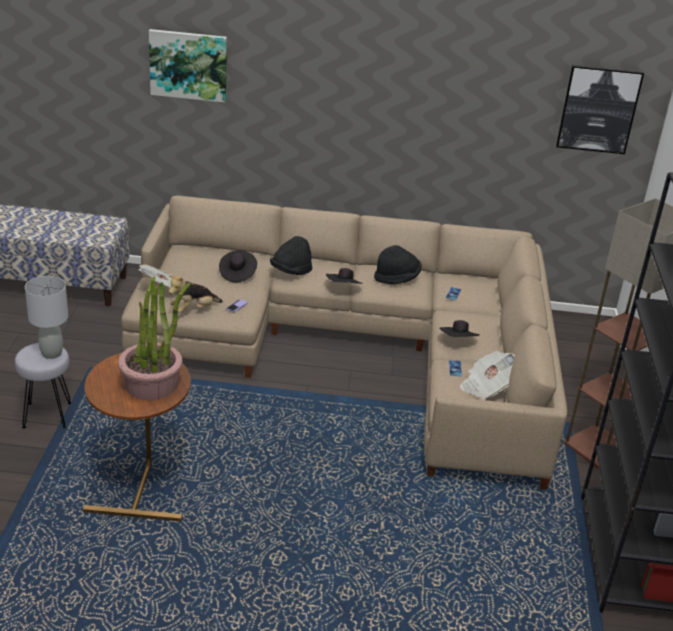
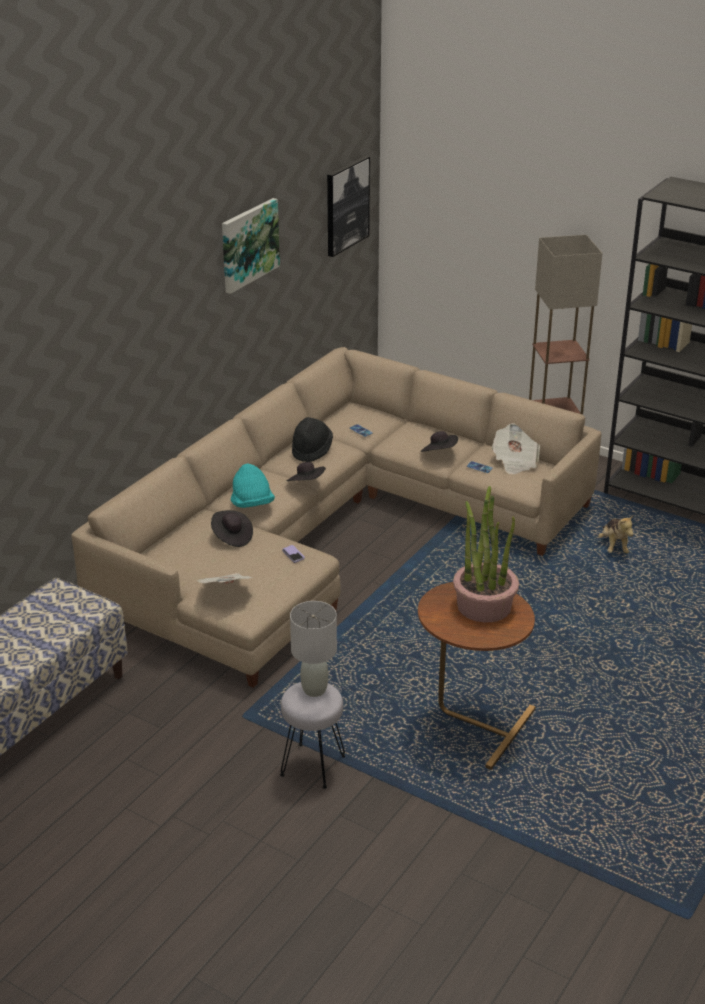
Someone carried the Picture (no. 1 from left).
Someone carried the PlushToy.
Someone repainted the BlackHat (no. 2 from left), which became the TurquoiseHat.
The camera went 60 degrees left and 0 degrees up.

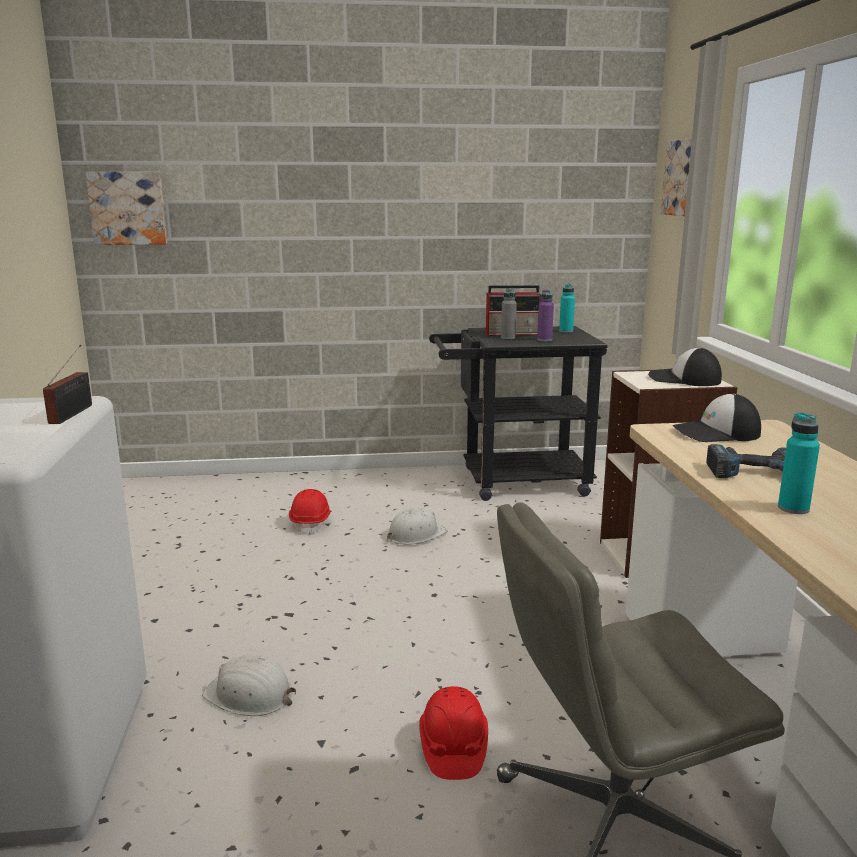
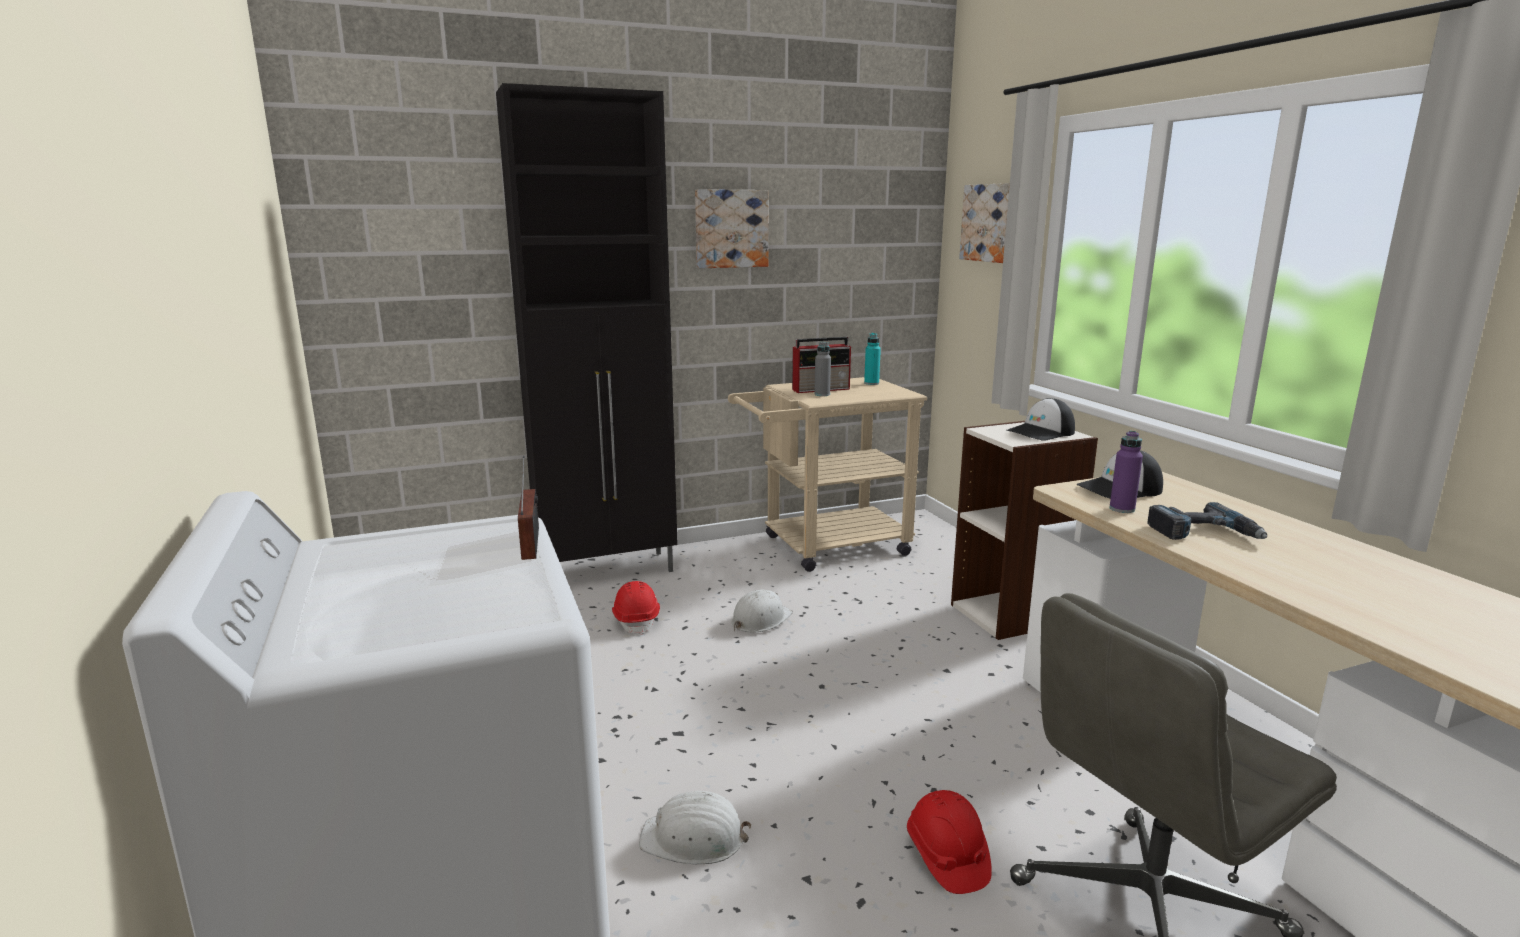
Someone took away the TurquoiseBottle (no. 2 from left).
Someone put down the BlackCabinet.
Someone carried the Picture (no. 1 from left).
Someone carried the PurpleBottle.
Someone repainted the BlackCart, which became the BeigeCart.
Someone rotated the Cap (no. 1 from left) by 45 degrees counterclockwise.
The camera went 15 degrees left and 0 degrees up.

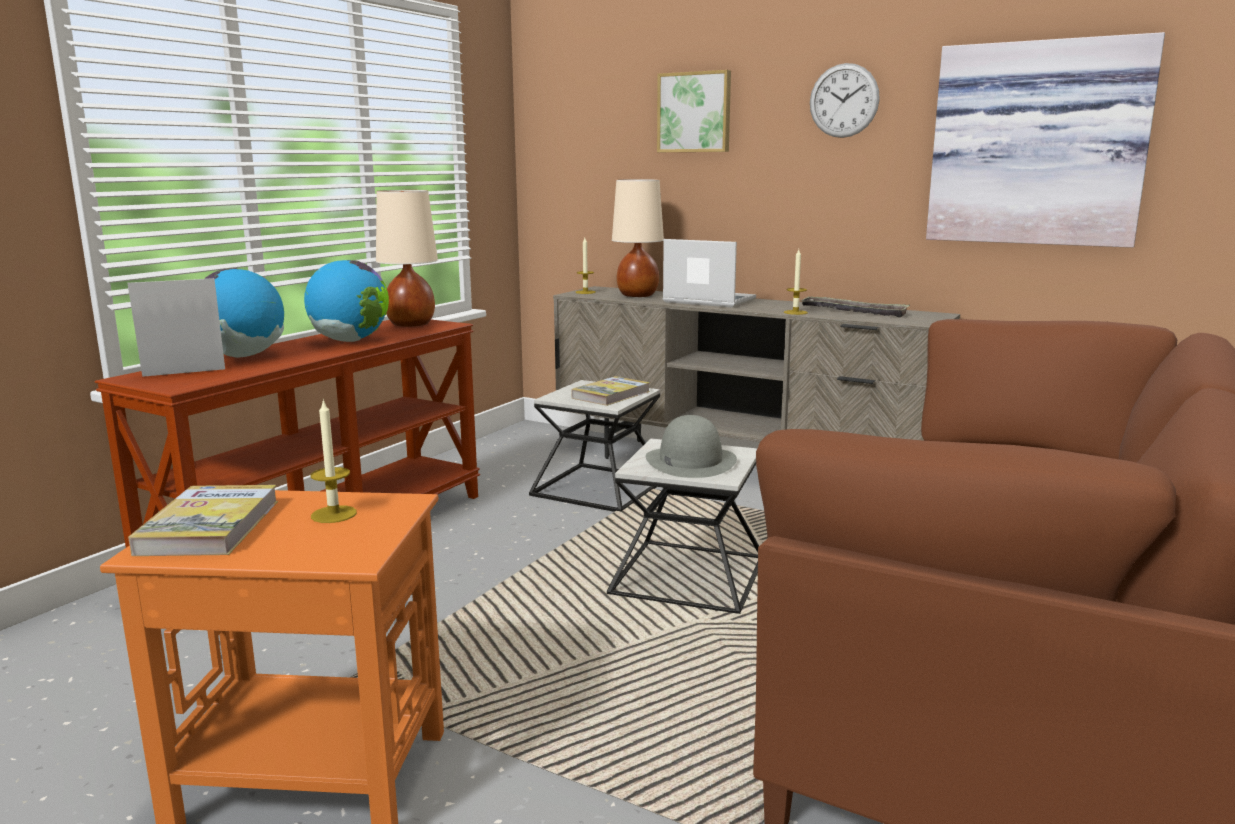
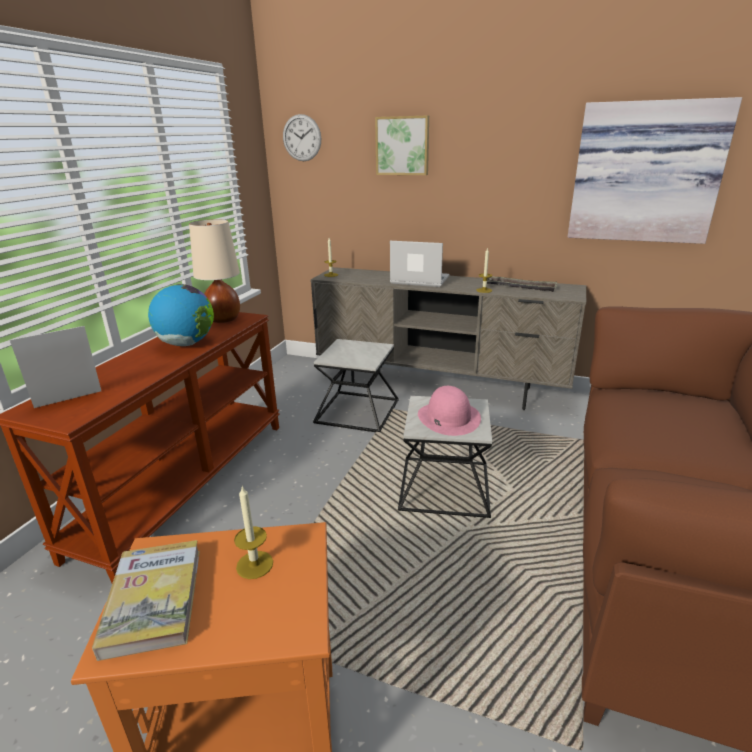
Someone took away the Globe (no. 1 from left).
Someone took away the Book (no. 2 from left).
Someone took away the BeigeTableLamp (no. 2 from left).
Someone carried the WallClock.
Someone repainted the GreyHat, which became the PinkHat.
The camera went 10 degrees left and 10 degrees up.

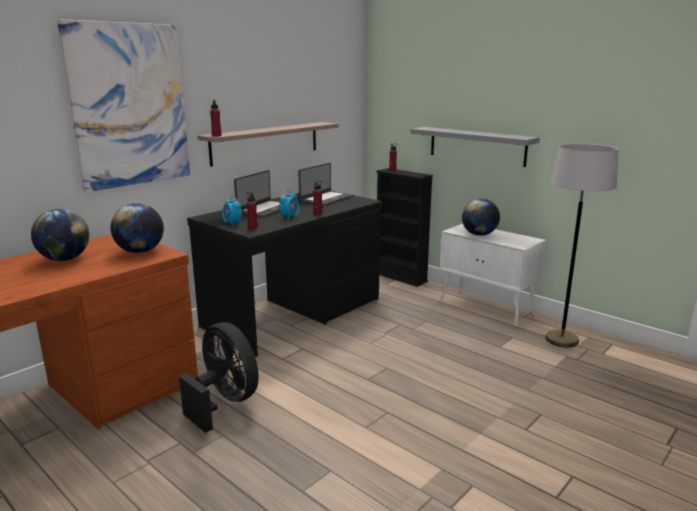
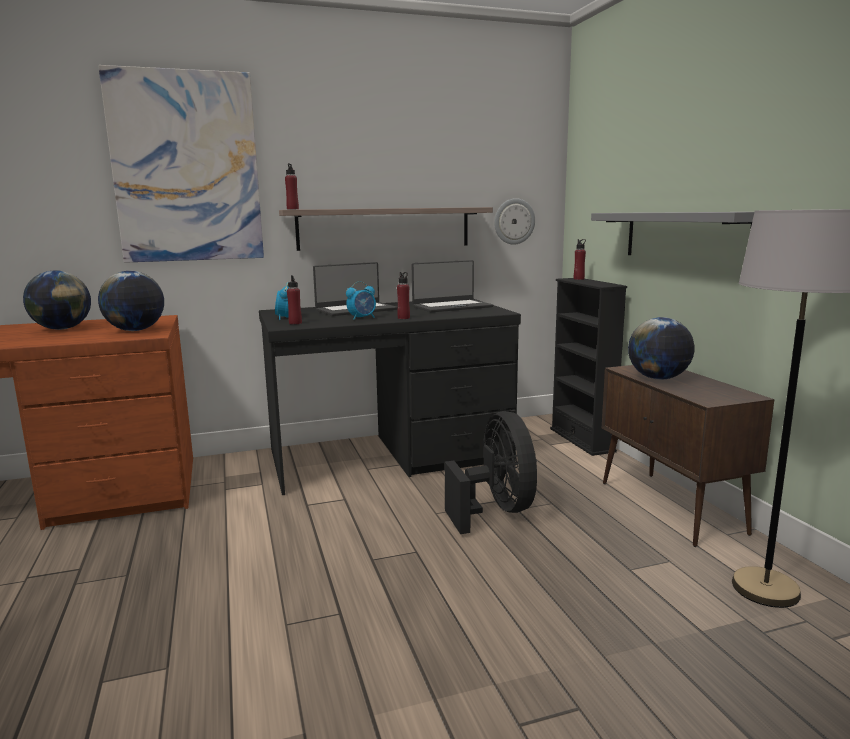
Someone put up the WallClock.
Someone carried the BlackFan.
Someone repainted the WhiteCabinet, which became the BrownCabinet.
The camera went 30 degrees right and 5 degrees down.

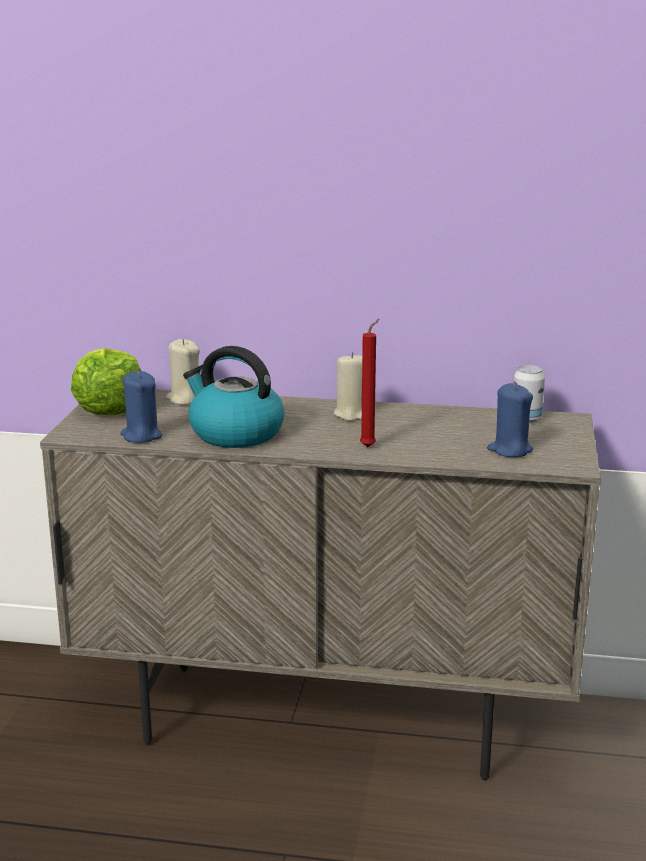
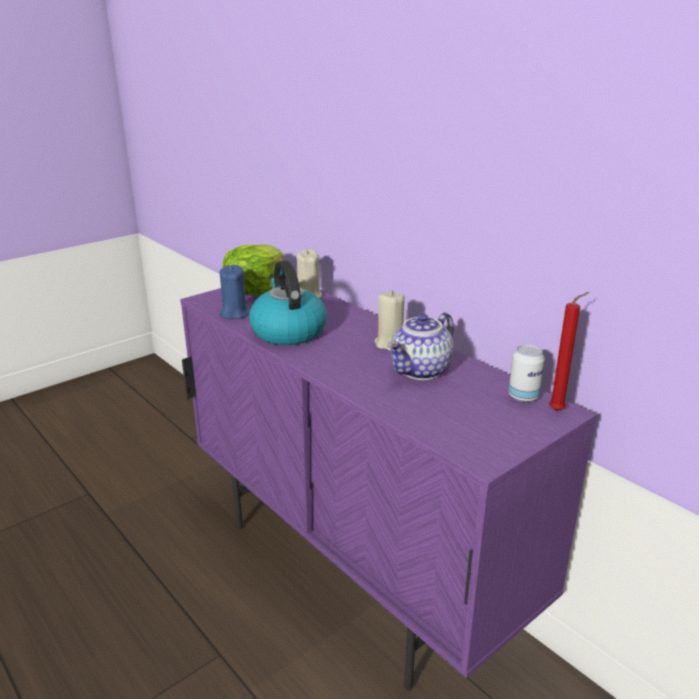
Someone took away the BlueCandle (no. 2 from left).
Someone put down the Teapot.
Someone carried the RedCandle.
Someone repainted the BeigeCabinet, which became the PurpleCabinet.
The camera went 40 degrees right and 5 degrees up.

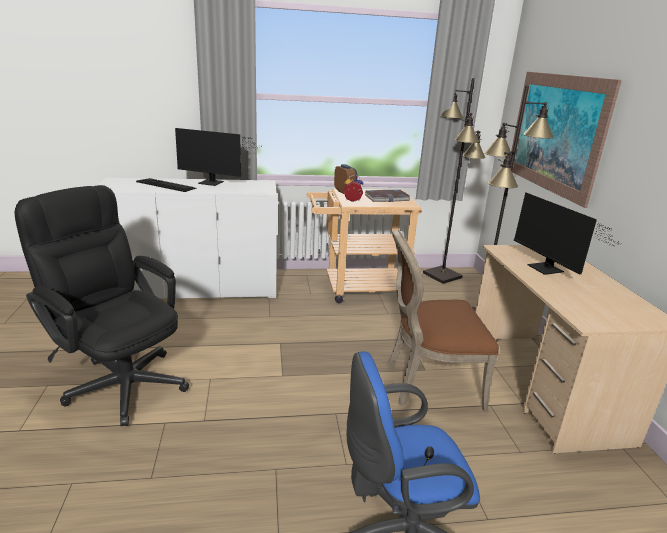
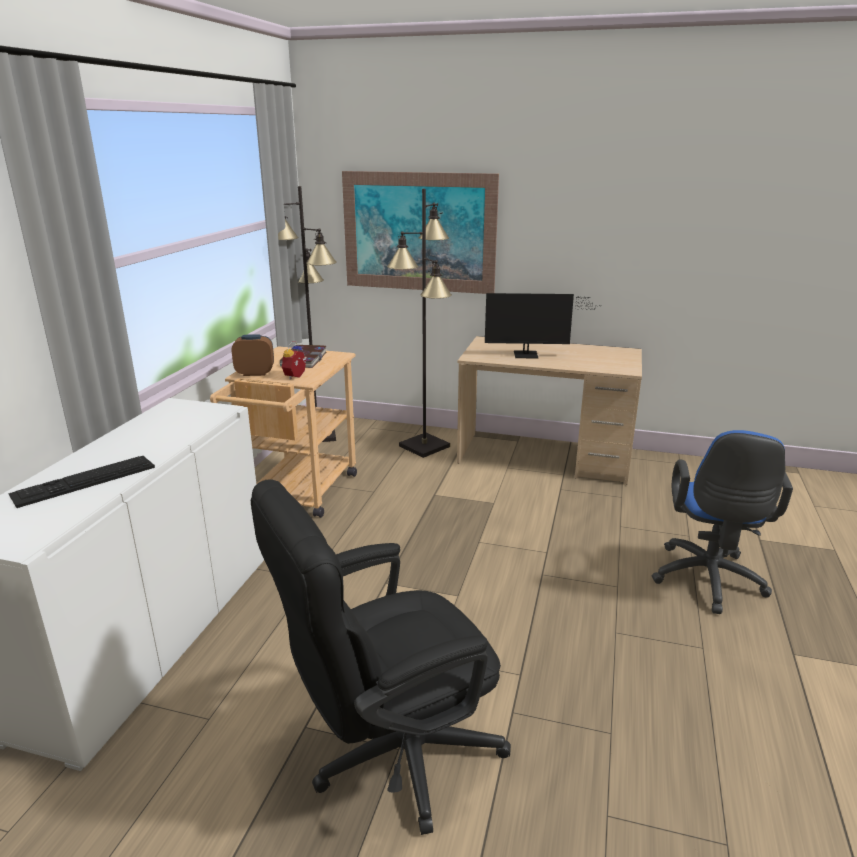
Someone took away the Monitor (no. 1 from left).
Someone took away the BrownChair.
The camera went 65 degrees left and 0 degrees up.

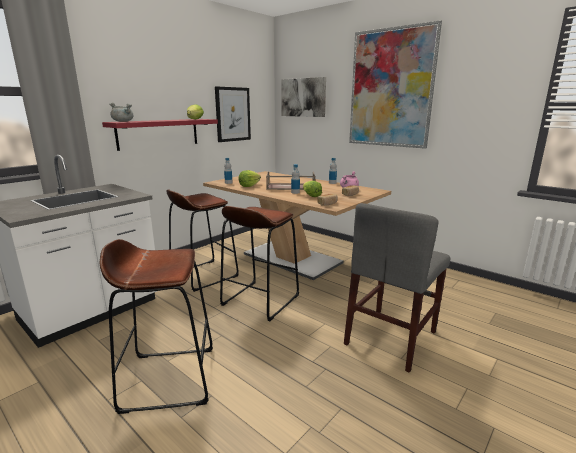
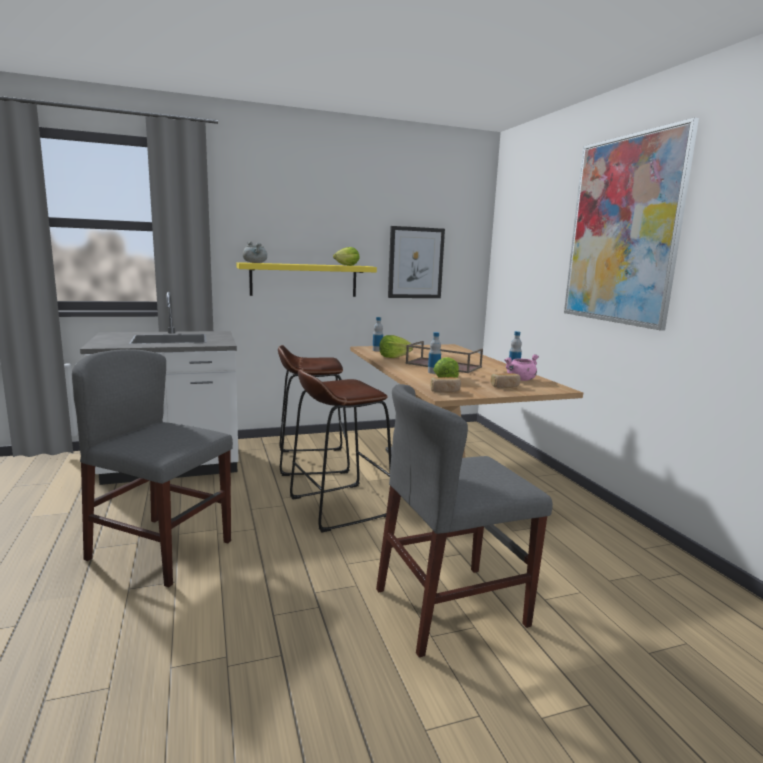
Someone took away the Picture (no. 2 from left).
Someone swapped the BrownStool (no. 1 from left) for the GreyChair (no. 1 from left).
Someone repainted the RedShelf, which became the YellowShelf.
The camera went 30 degrees right and 5 degrees down.

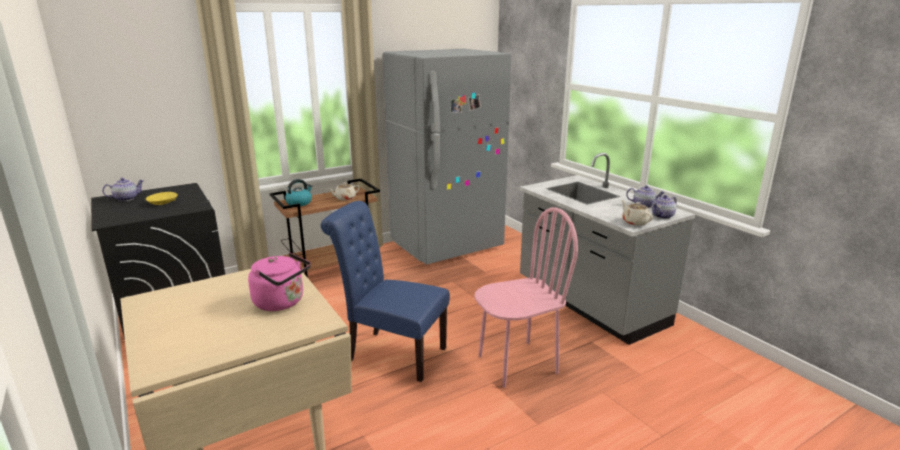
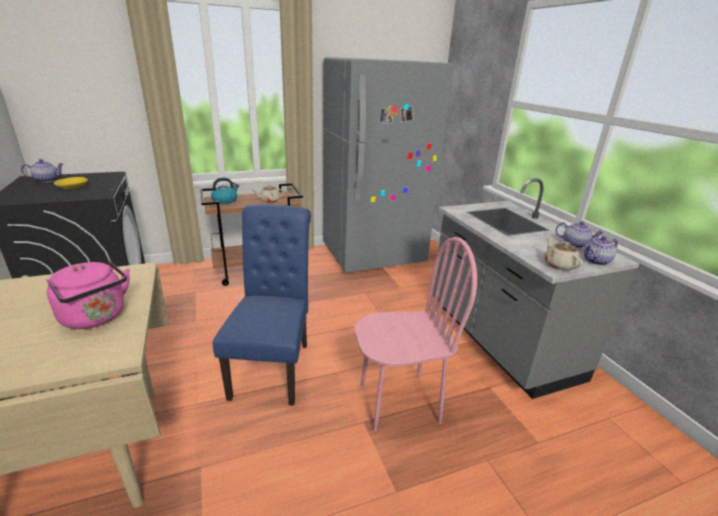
Someone rotated the BlueChair by 60 degrees clockwise.
The camera went 10 degrees right and 5 degrees up.

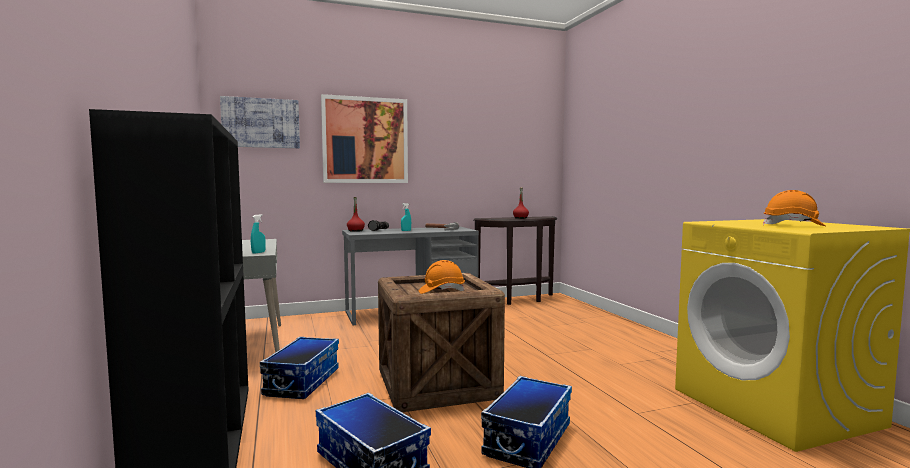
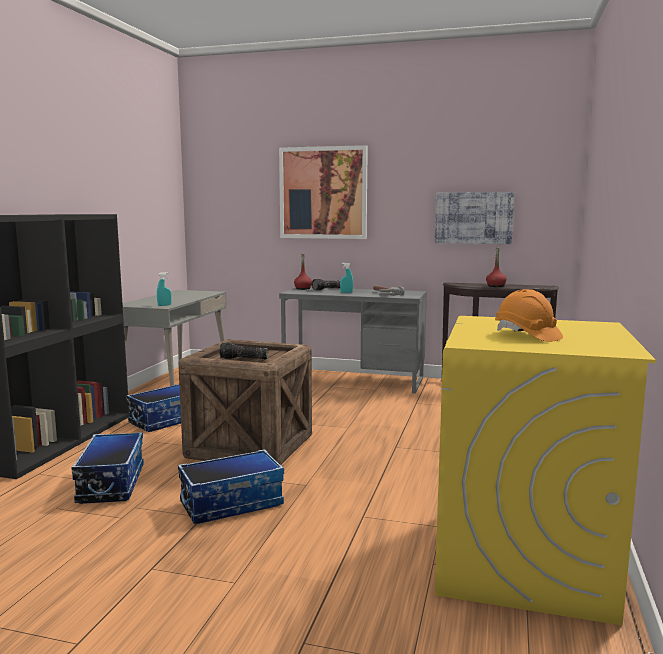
Someone carried the Picture (no. 1 from left in the first image).
Someone swapped the OrangeHardHat (no. 1 from left) for the Flashlight (no. 1 from left).
The camera went 35 degrees right and 5 degrees up.

